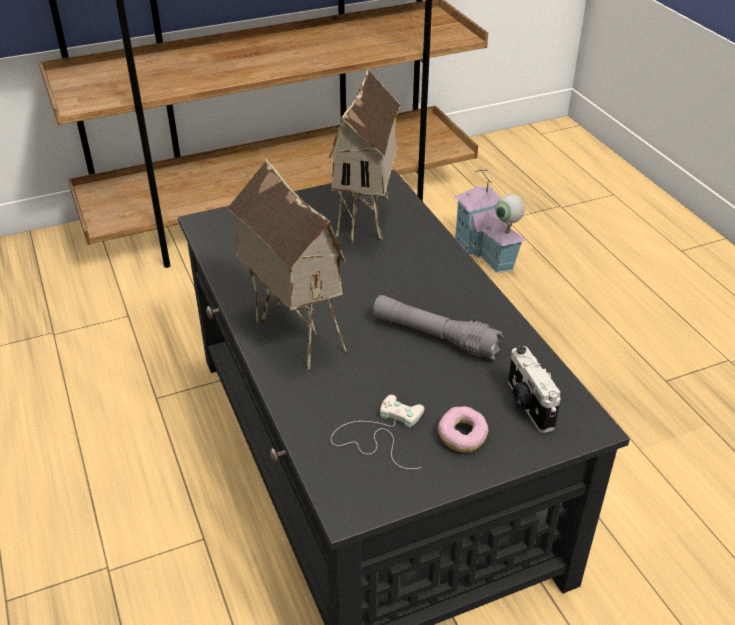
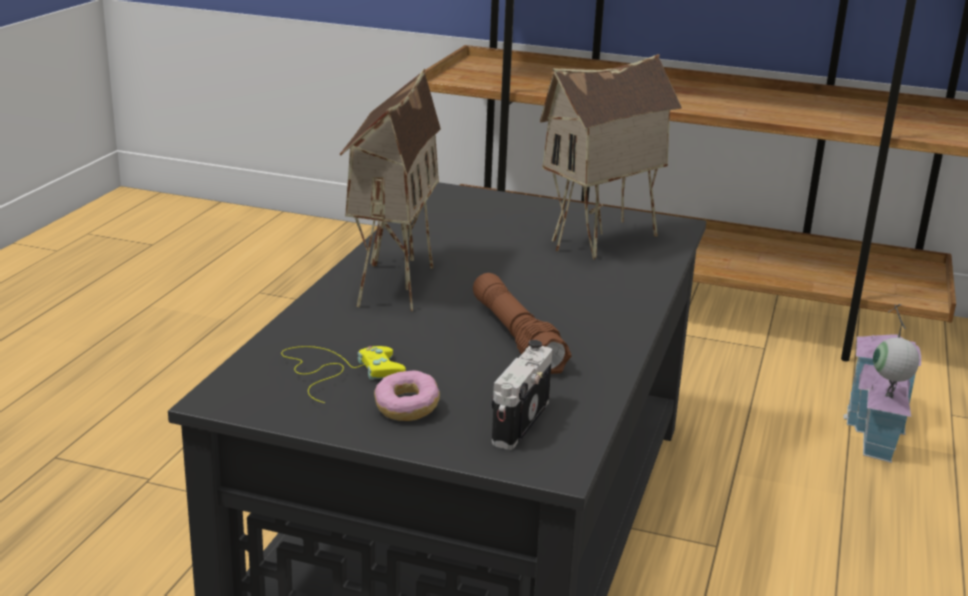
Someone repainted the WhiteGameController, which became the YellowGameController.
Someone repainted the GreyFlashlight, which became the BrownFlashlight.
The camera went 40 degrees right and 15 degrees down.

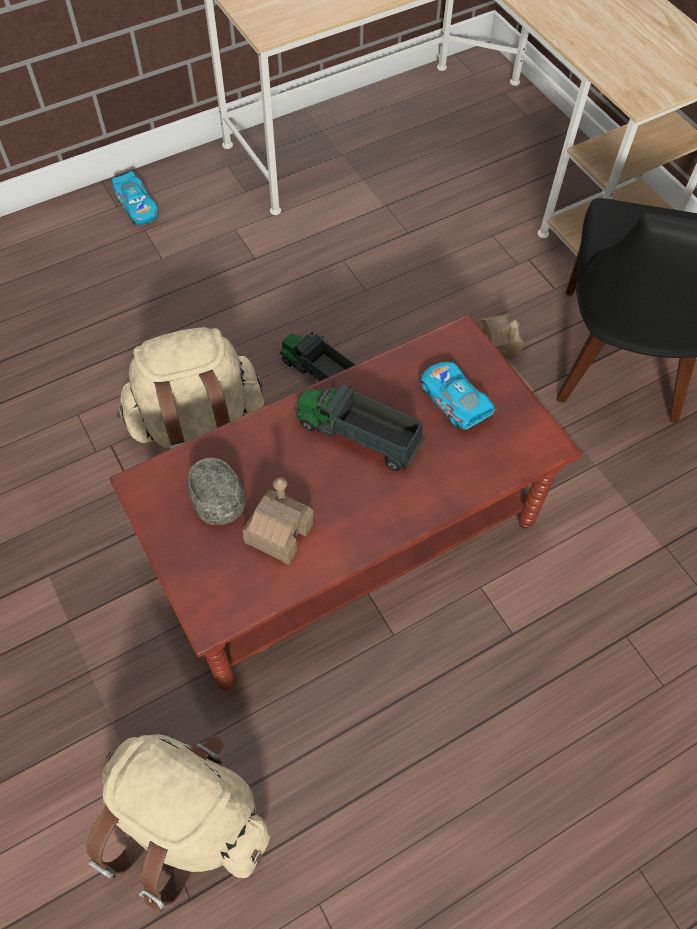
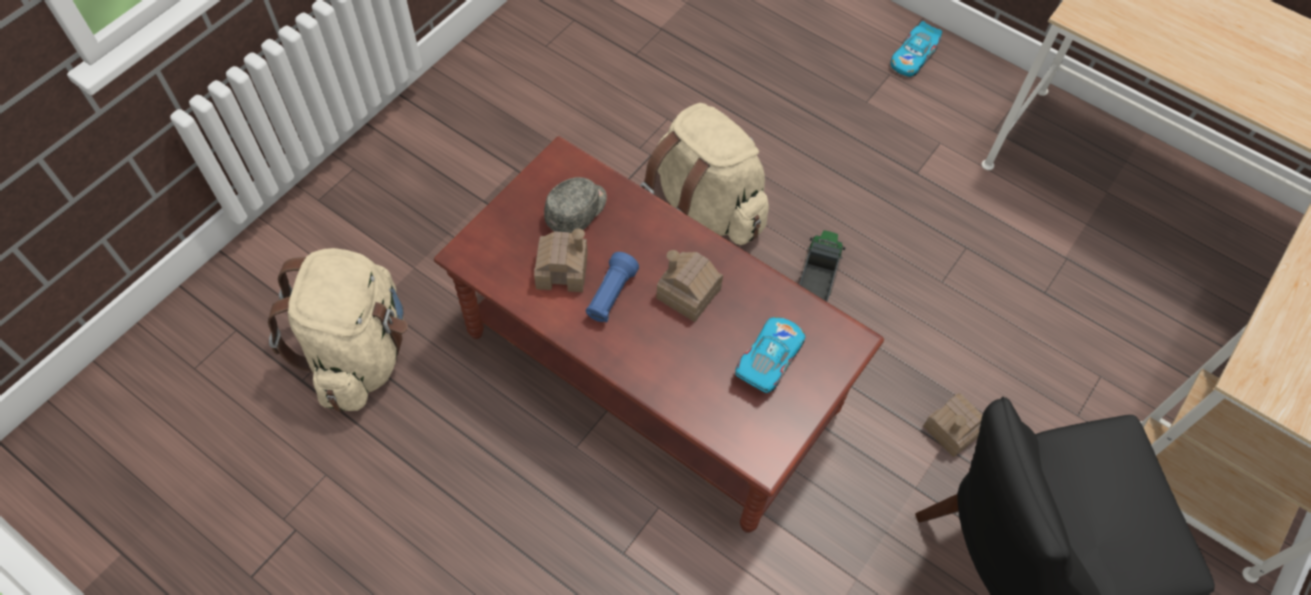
Someone put down the BlueFlashlight.
Someone swapped the ToyTruck (no. 2 from left) for the ToyHouse (no. 2 from left).
The camera went 65 degrees right and 0 degrees up.

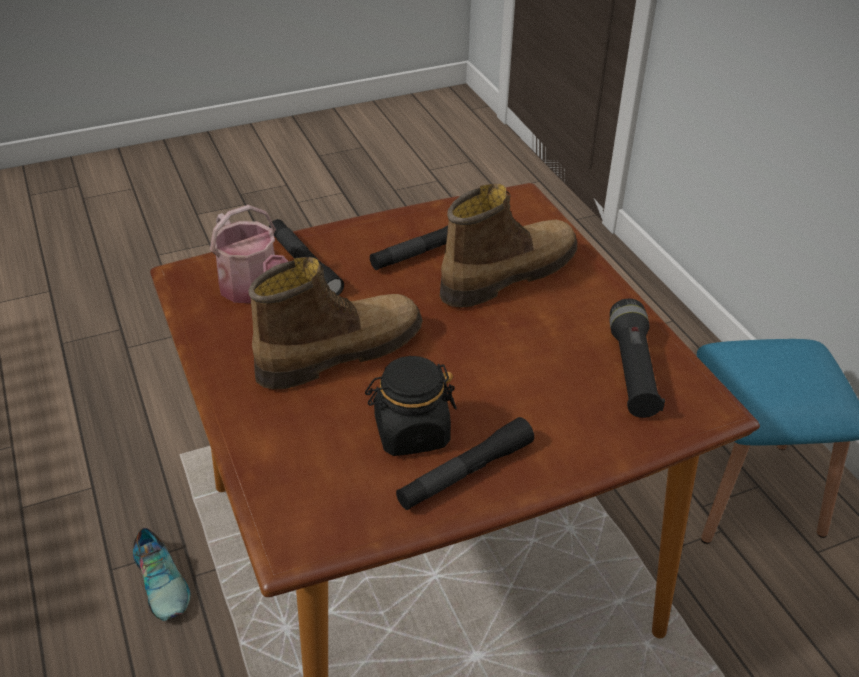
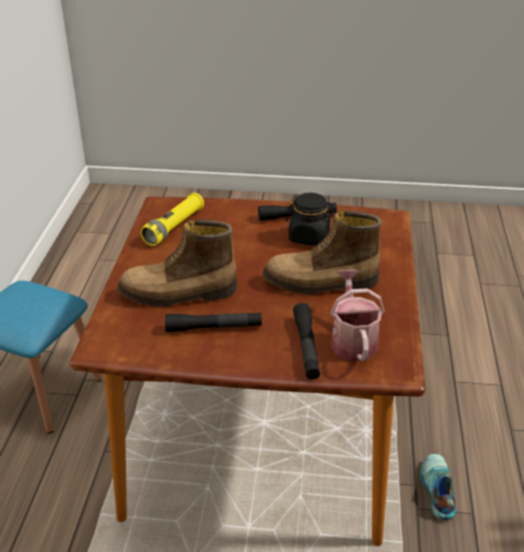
Someone repainted the BlackFlashlight (no. 4 from left), which became the YellowFlashlight.
The camera went 150 degrees left and 5 degrees down.

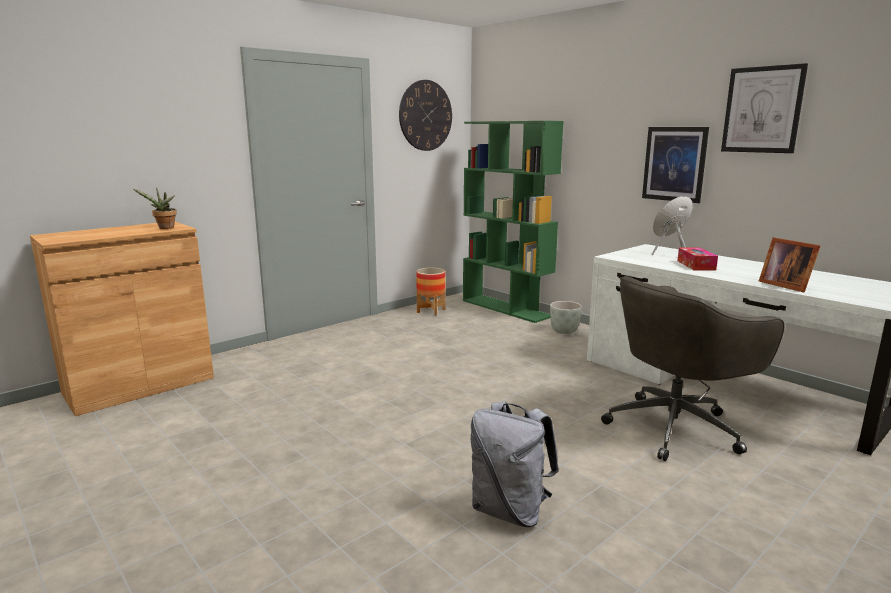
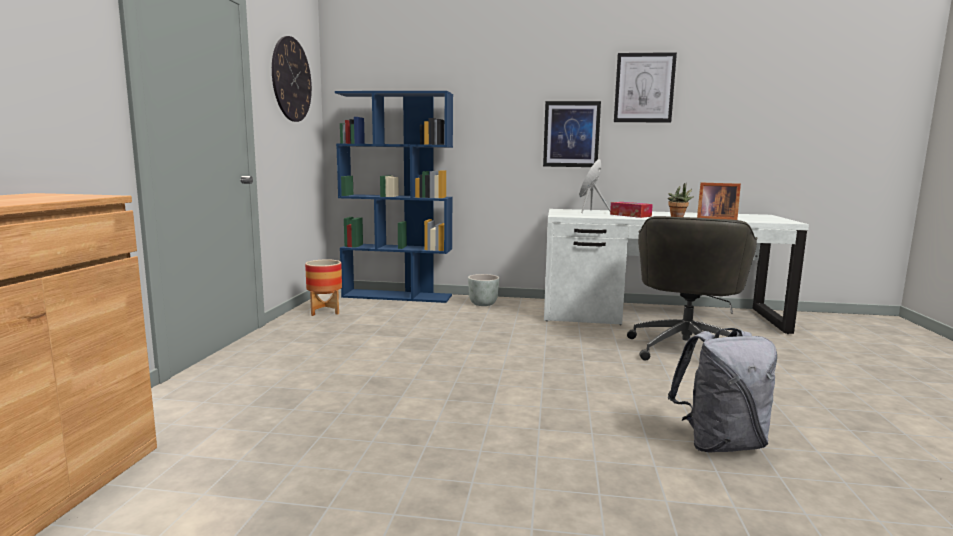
Someone carried the PottedPlant.
Someone repainted the GreenBookcase, which became the BlueBookcase.
The camera went 40 degrees left and 5 degrees down.

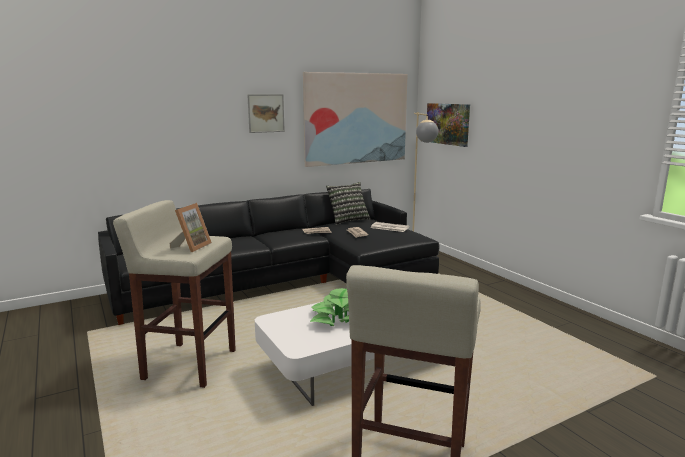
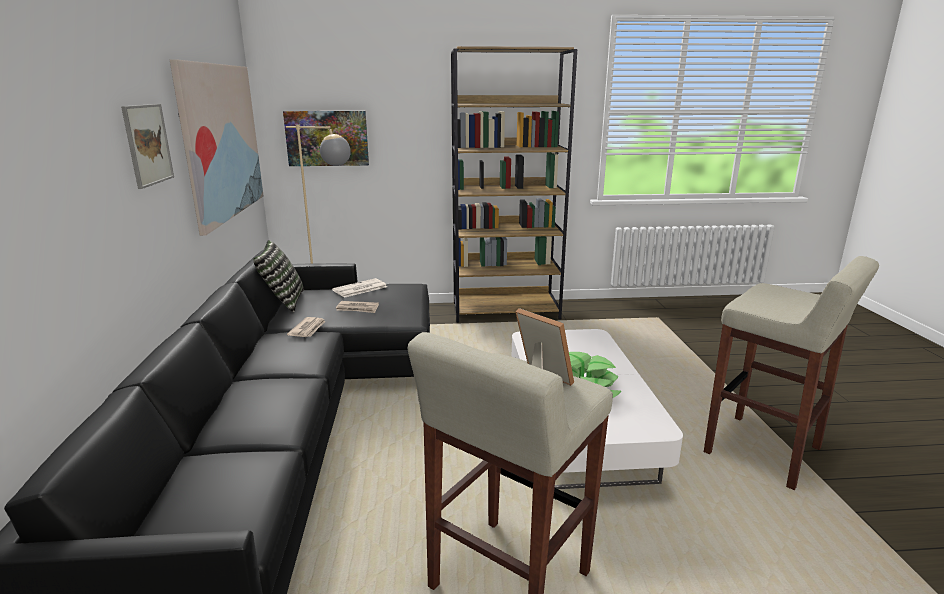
Someone put down the BrownBookcase.
The camera went 65 degrees left and 5 degrees up.

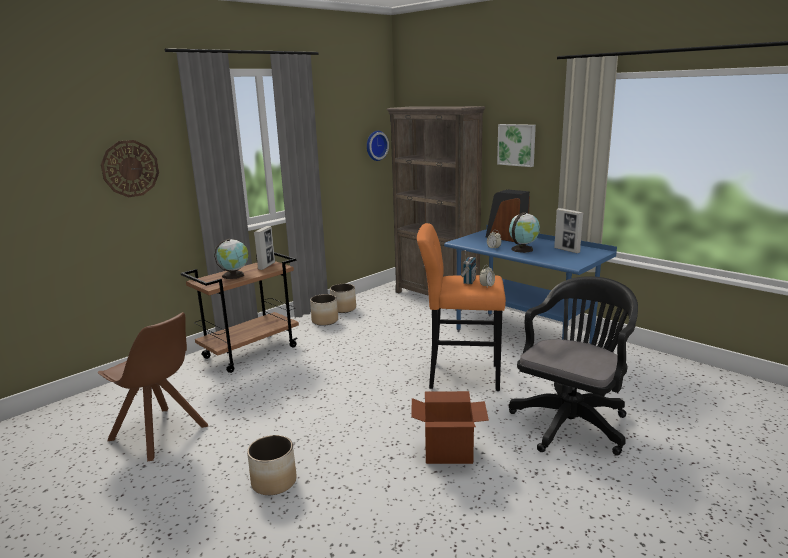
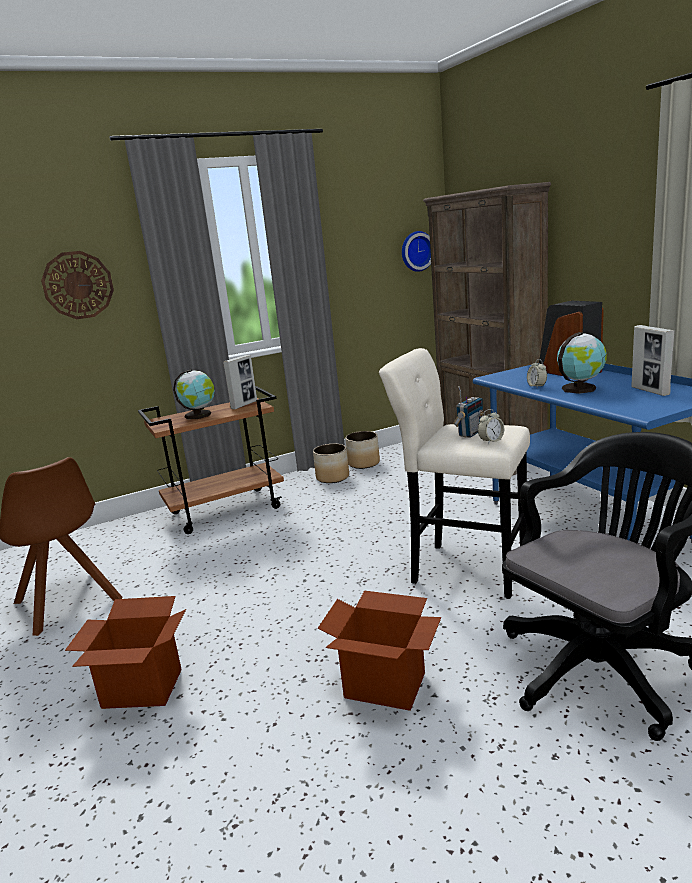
Someone took away the Picture.
Someone swapped the Planter (no. 1 from left) for the CardboardBox (no. 1 from left).
Someone repainted the OrangeStool, which became the BeigeStool.
The camera went 20 degrees right and 0 degrees up.

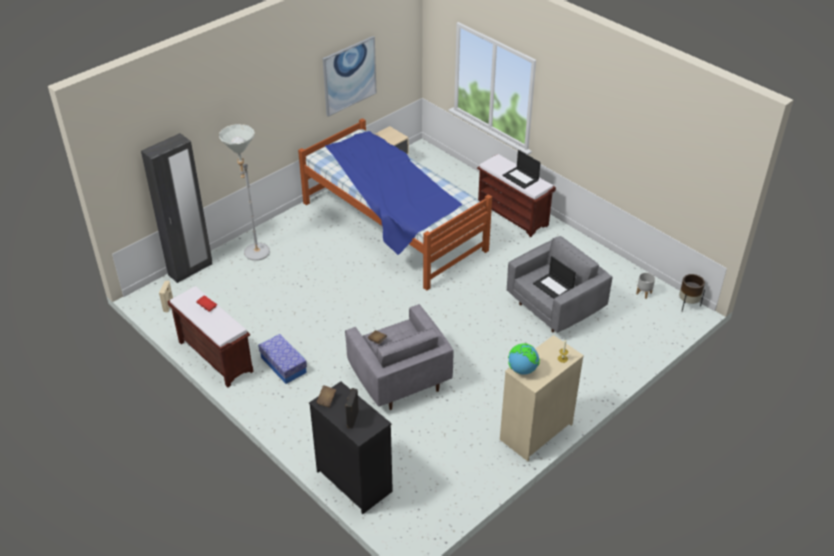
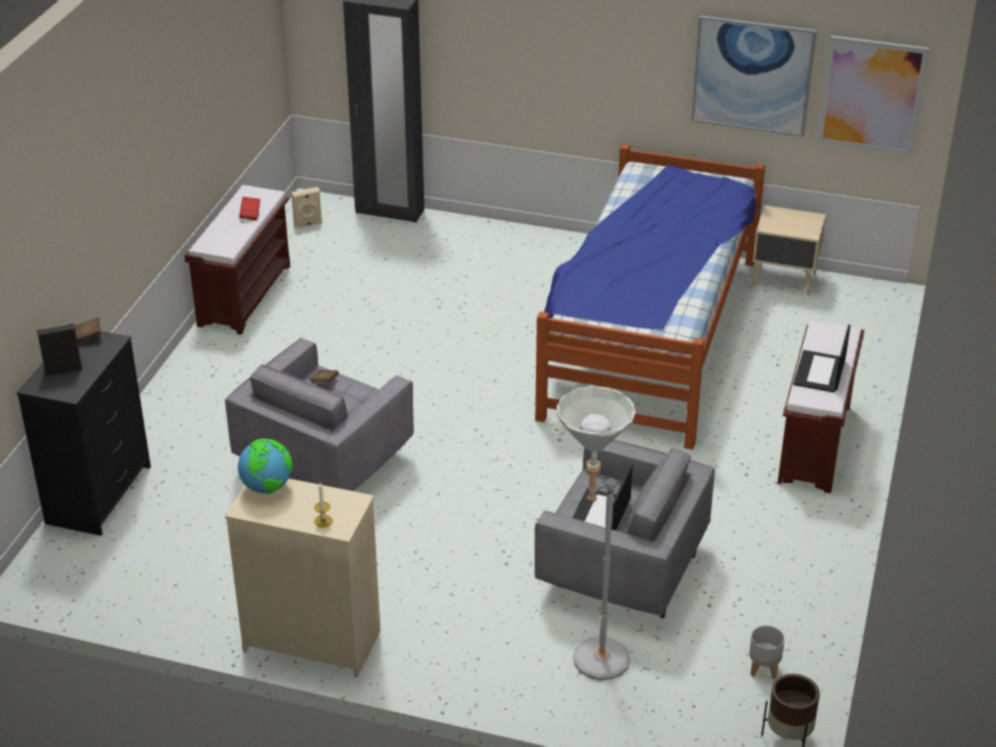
Someone took away the StorageBox.
Someone put up the Picture (no. 2 from left).
Someone carried the GreyFloorLamp.
The camera went 60 degrees right and 5 degrees down.

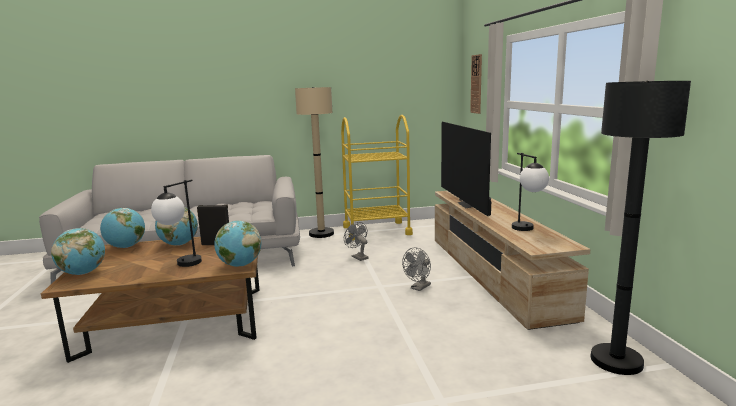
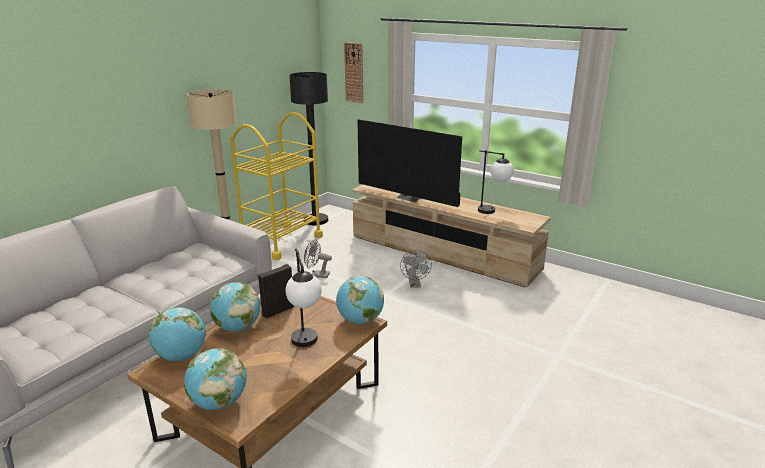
Someone carried the BlackFloorLamp.
The camera went 45 degrees left and 10 degrees up.

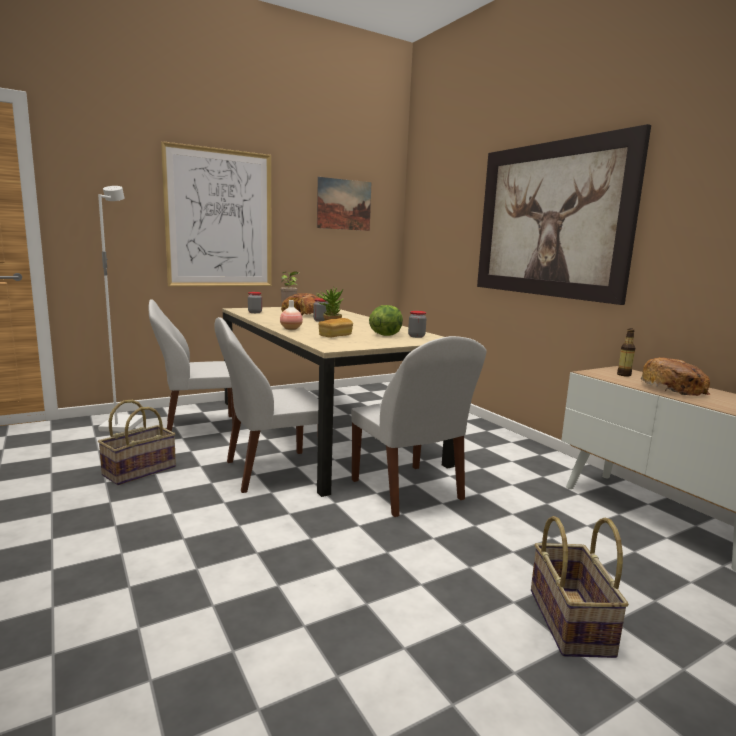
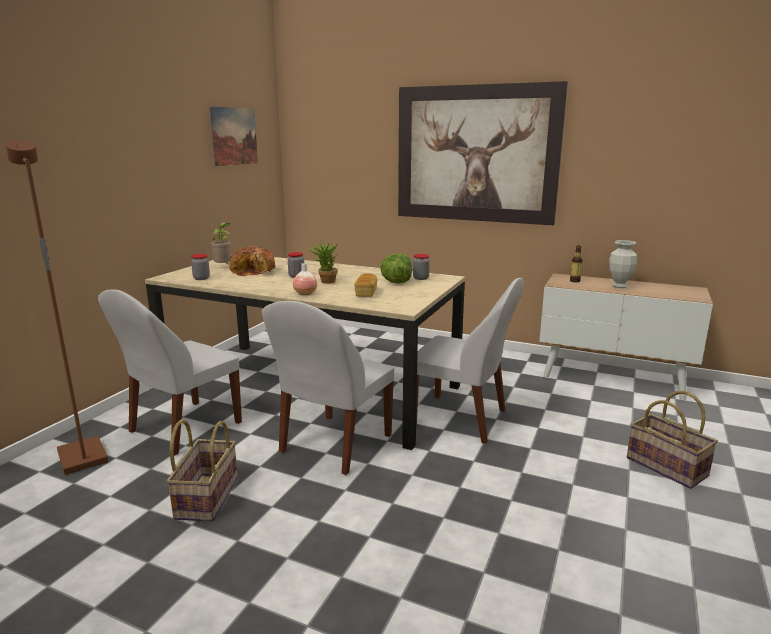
Someone took away the Picture (no. 1 from left).
Someone swapped the Bread (no. 3 from left) for the Vase (no. 2 from left).
Someone repainted the WhiteFloorLamp, which became the BrownFloorLamp.
The camera went 35 degrees left and 5 degrees up.

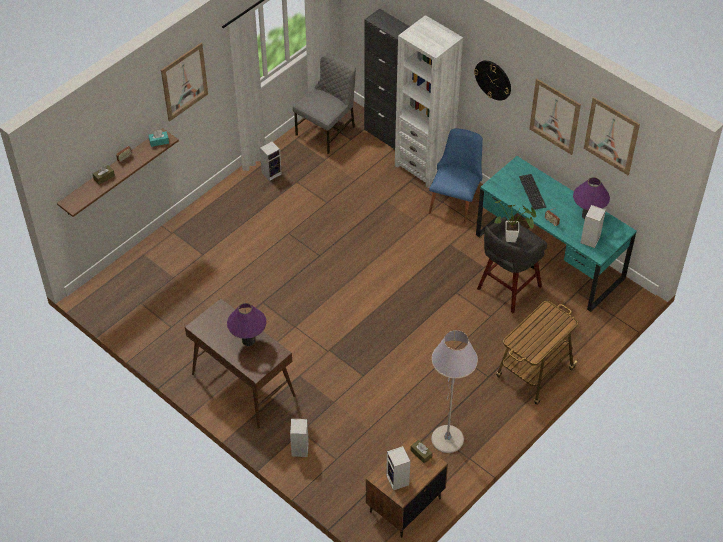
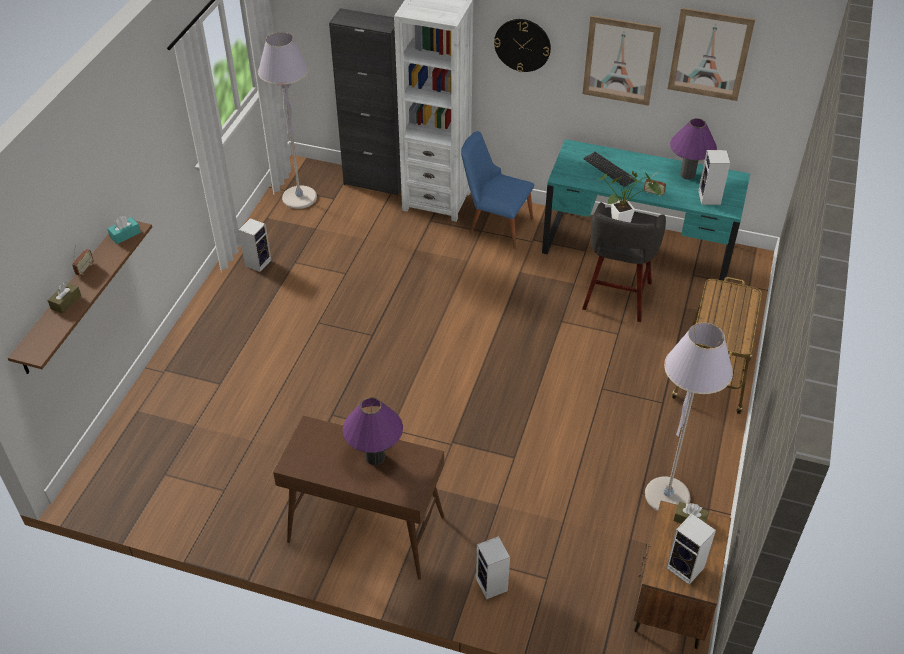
Someone took away the Picture (no. 1 from left).
Someone swapped the GreyChair for the GreyFloorLamp (no. 1 from left).
Someone rotated the BlueChair by 60 degrees counterclockwise.
The camera went 25 degrees left and 5 degrees down.

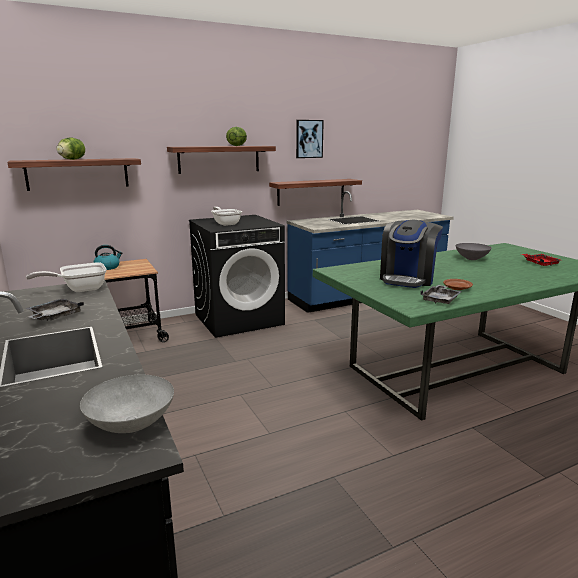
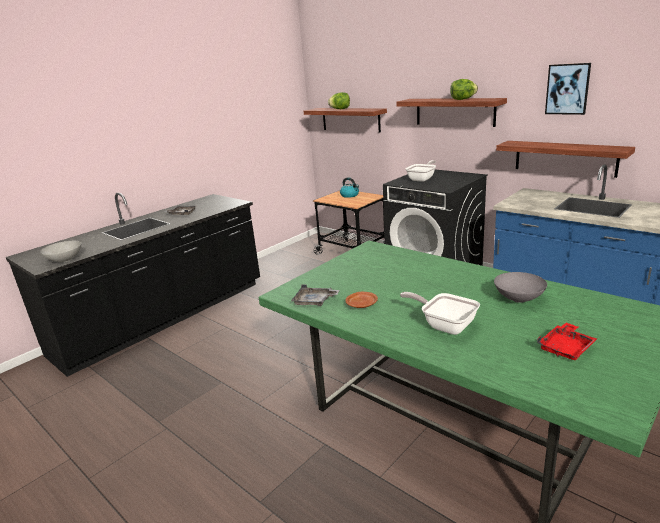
Someone took away the CoffeeMachine.
Someone carried the FryingPan (no. 1 from left in the first image).
The camera went 70 degrees right and 5 degrees up.

